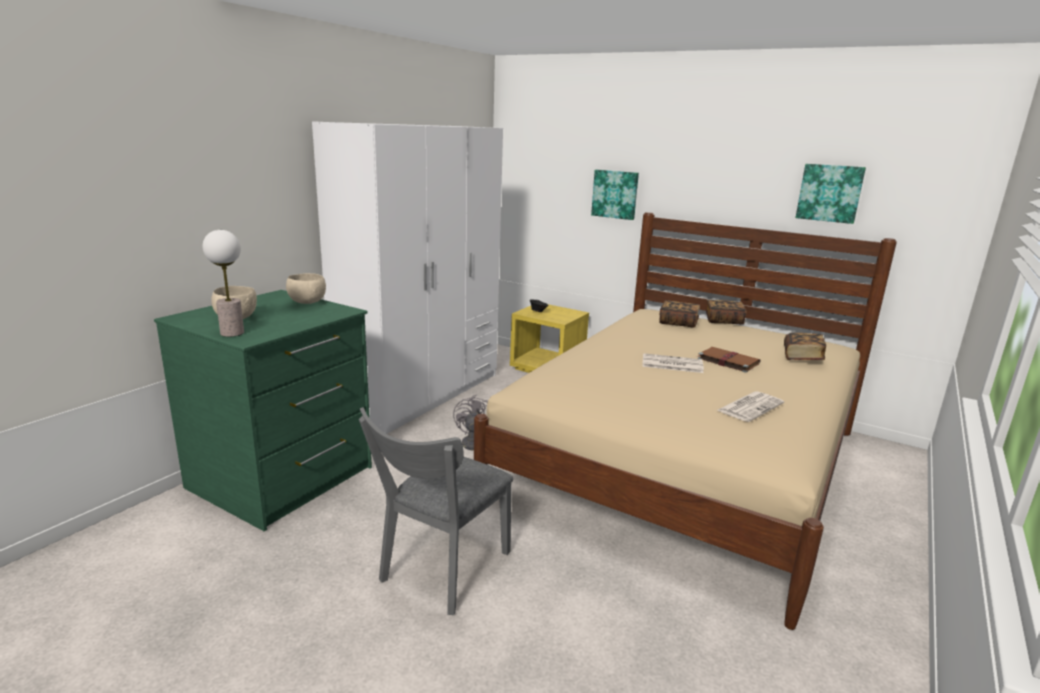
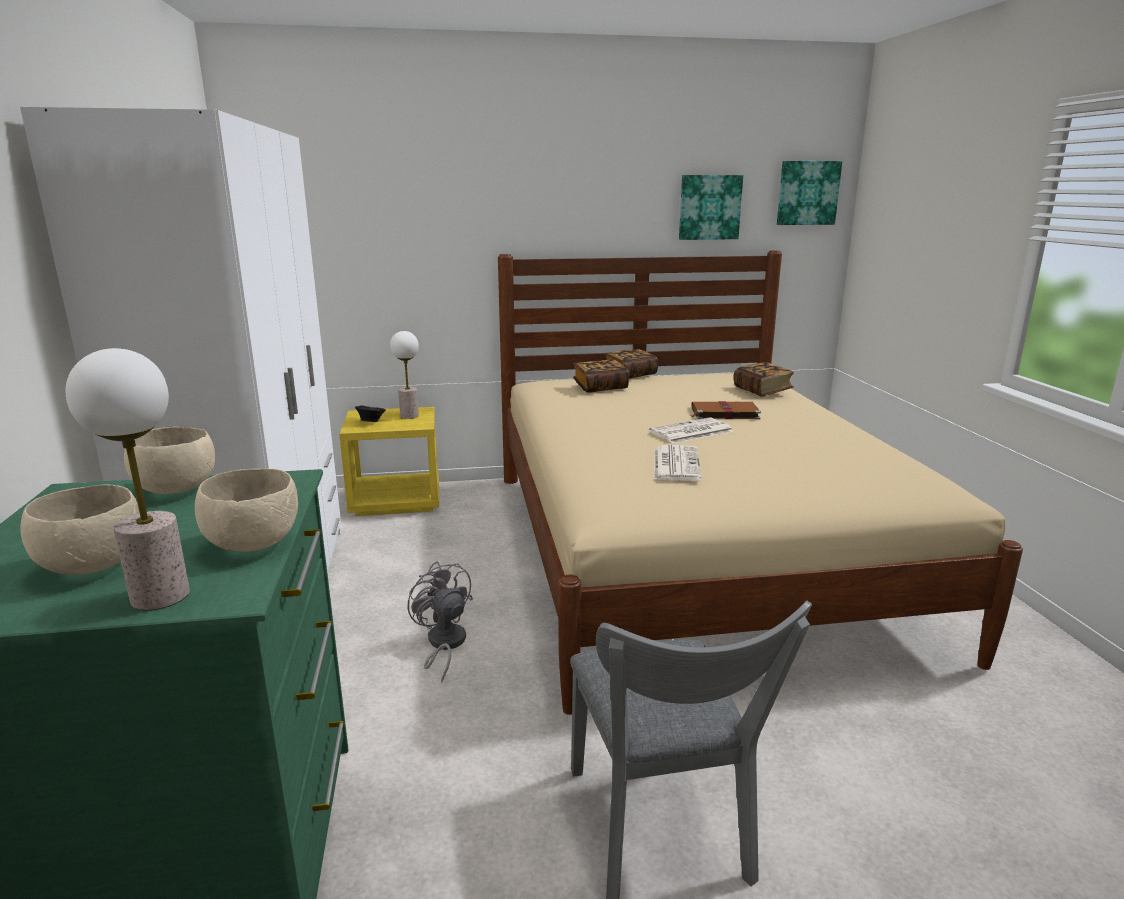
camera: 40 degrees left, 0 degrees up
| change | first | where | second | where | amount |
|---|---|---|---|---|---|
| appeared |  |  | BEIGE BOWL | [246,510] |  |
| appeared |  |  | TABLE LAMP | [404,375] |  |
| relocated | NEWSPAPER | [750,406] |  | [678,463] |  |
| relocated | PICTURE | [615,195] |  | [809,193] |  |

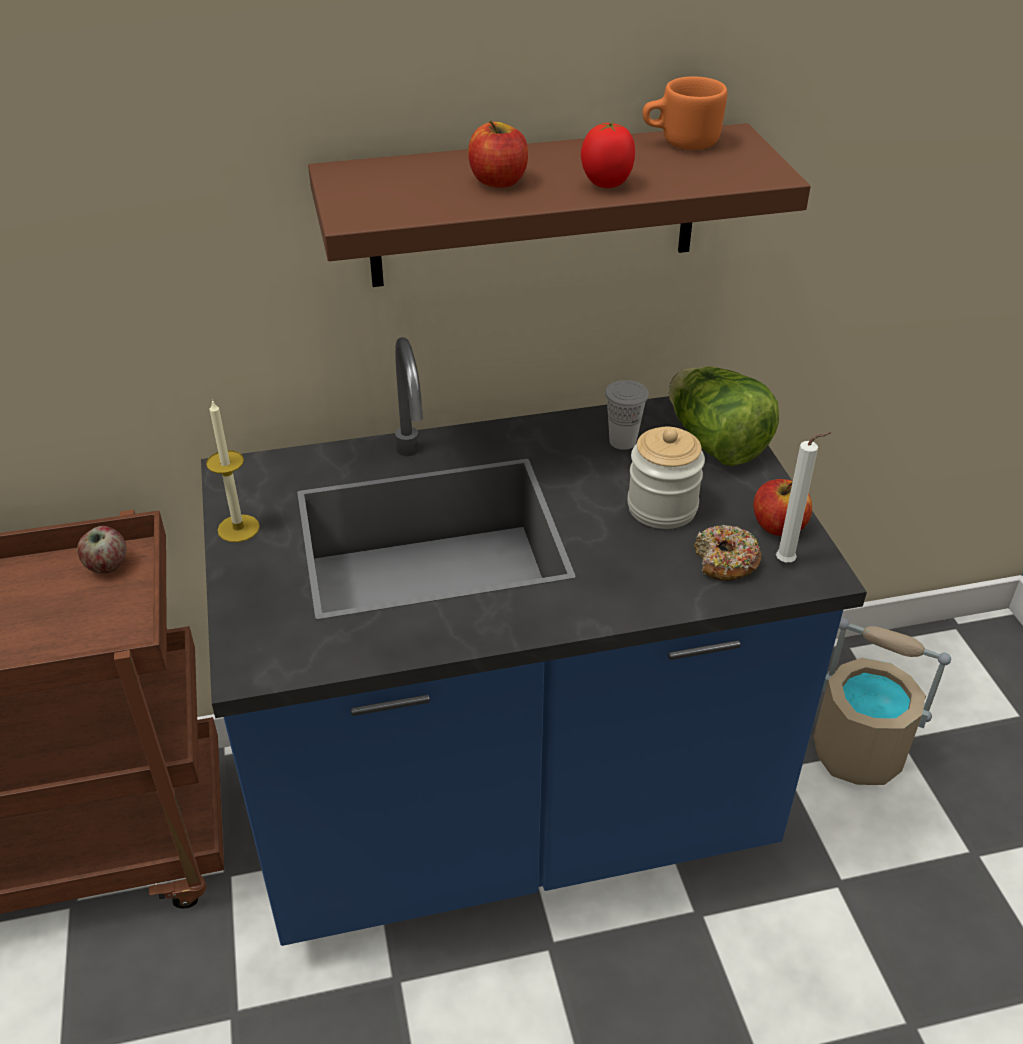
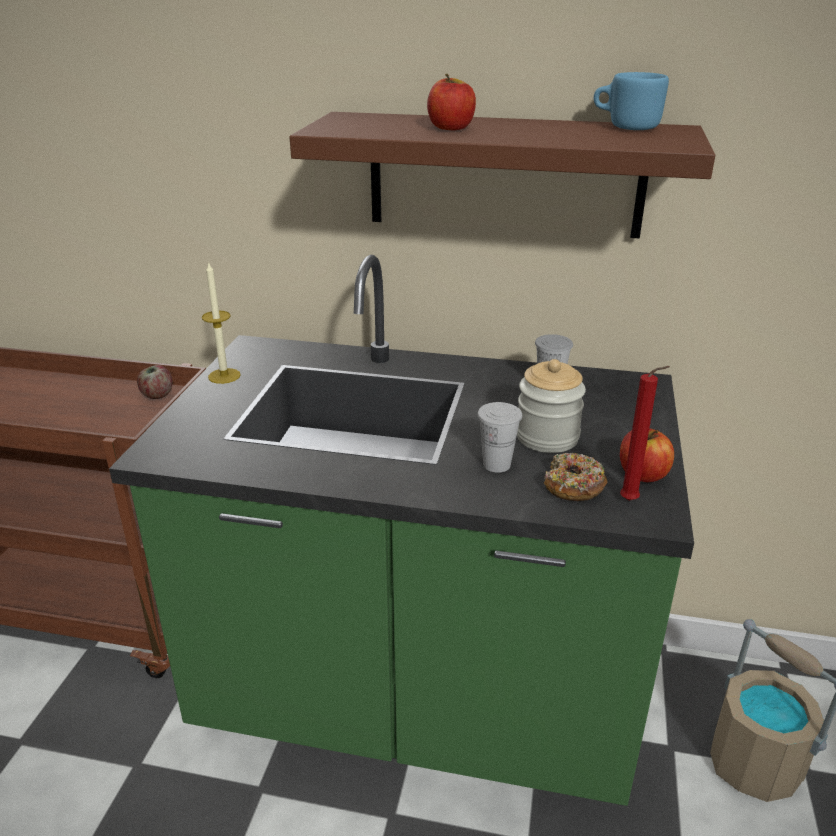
camera: 25 degrees right, 10 degrees down
| change | first | where | second | where | amount |
|---|---|---|---|---|---|
| colour | BLUE COUNTER | [534,641] | GREEN COUNTER | [401,530] |  |
| appeared |  |  | WHITE CUP | [500,437] |  |
| colour | ORANGE MUG | [684,113] | BLUE MUG | [631,101] |  |
| colour | WHITE CANDLE | [803,497] | RED CANDLE | [645,433] |  |
| missing | TOMATO | [608,155] |  |  |  |
| missing | LETTUCE | [724,416] |  |  |  |

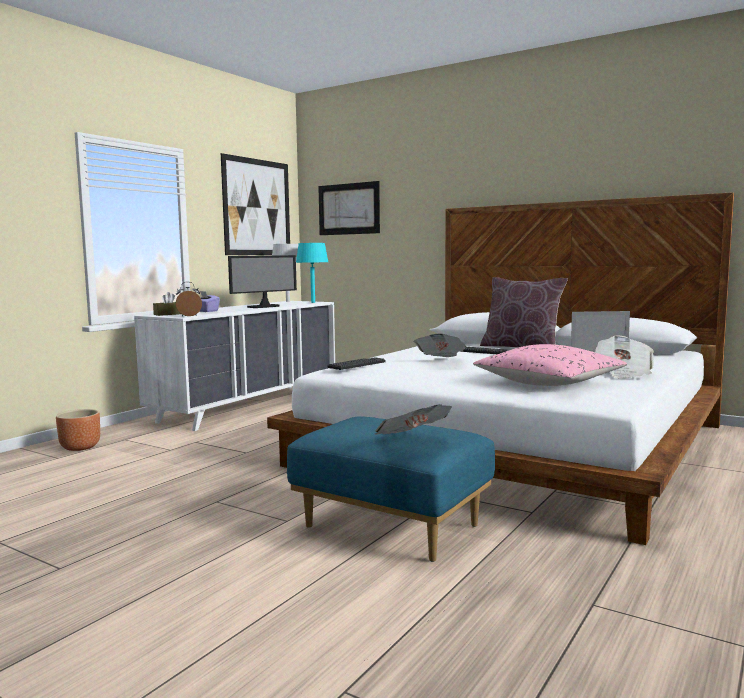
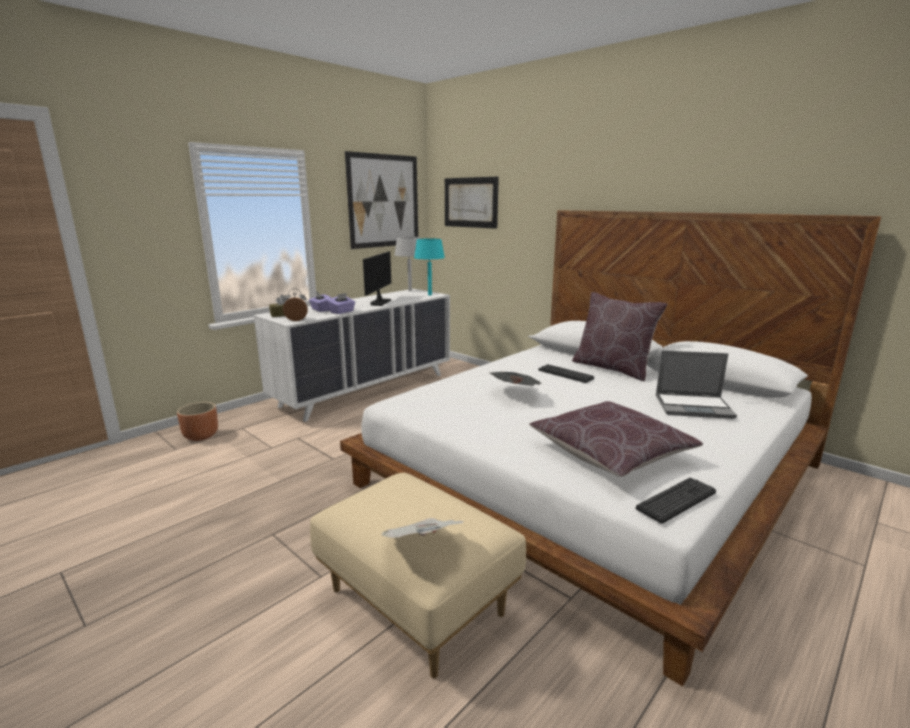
camera: 10 degrees right, 10 degrees up
| change | first | where | second | where | amount |
|---|---|---|---|---|---|
| colour | BLUE OTTOMAN | [391,489] | BEIGE OTTOMAN | [418,575] |  |
| appeared |  |  | PURPLE TISSUE BOX | [341,303] |  |
| spun | MONITOR | [262,281] |  | [377,278] | 135 degrees clockwise |
| colour | PINK PILLOW | [550,365] | BROWN PILLOW | [616,439] |  |
| relocated | KEYBOARD | [356,364] |  | [676,501] |  |
| missing | NEWSPAPER | [624,357] |  |  |  |

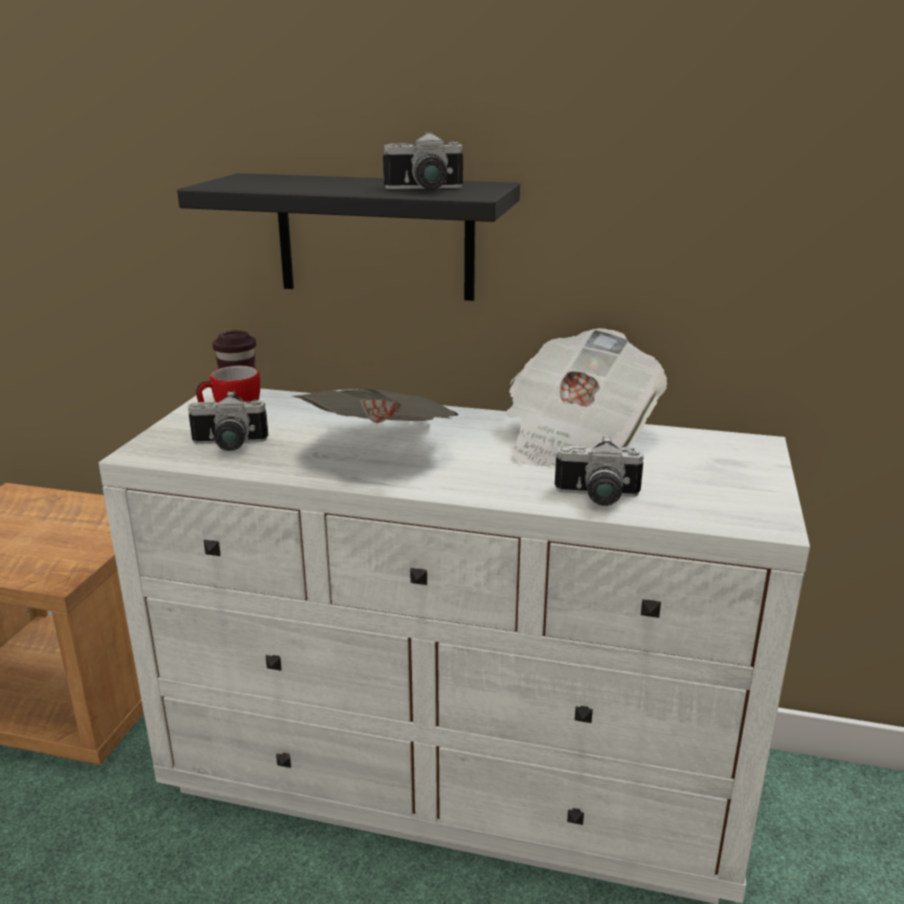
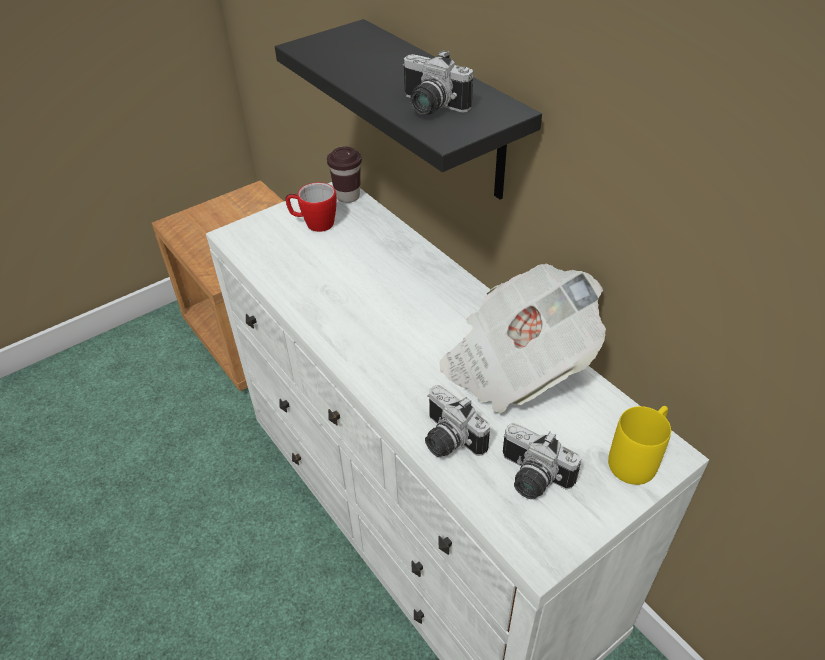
camera: 40 degrees right, 20 degrees up
| change | first | where | second | where | amount |
|---|---|---|---|---|---|
| relocated | PHOTO CAMERA | [228,420] |  | [542,461] |  |
| appeared |  |  | YELLOW MUG | [639,445] |  |
| missing | NEWSPAPER | [375,406] |  |  |  |

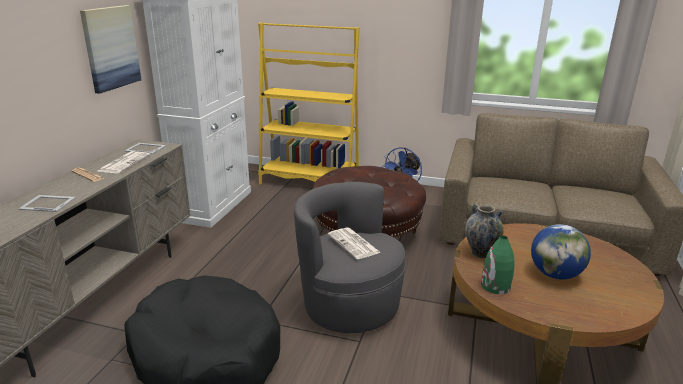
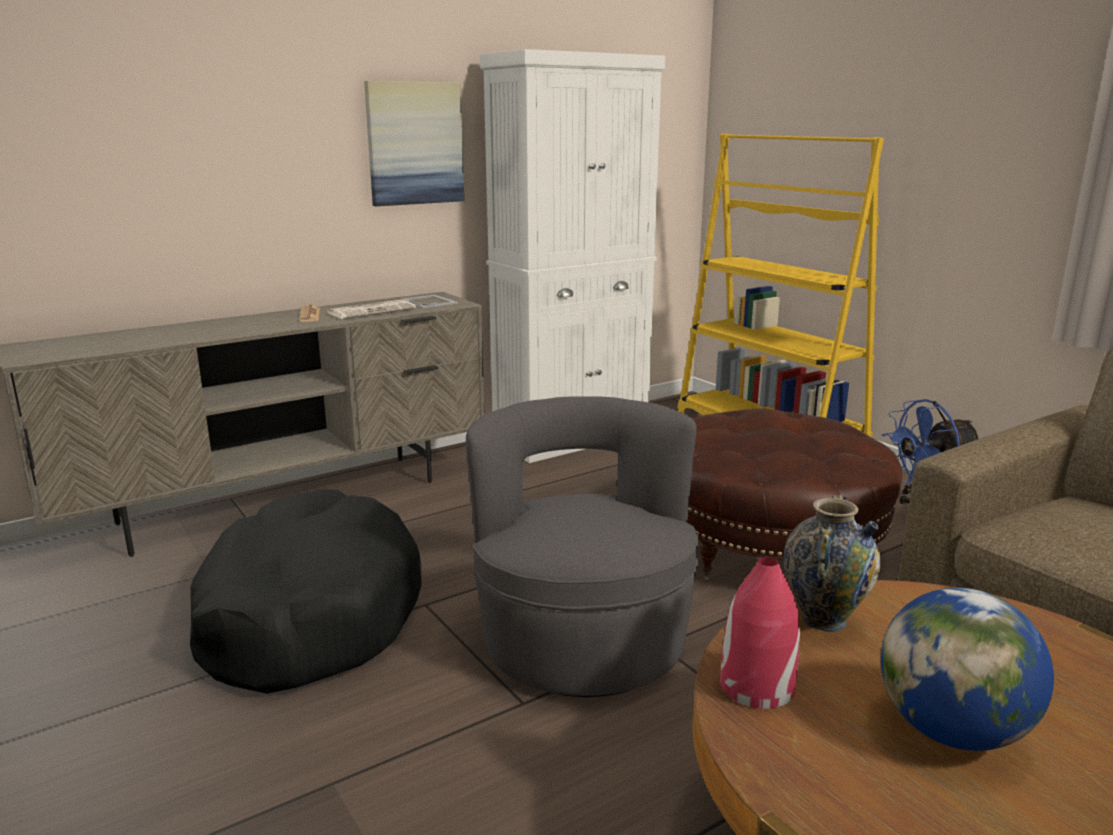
camera: 40 degrees right, 5 degrees down
| change | first | where | second | where | amount |
|---|---|---|---|---|---|
| colour | GREEN VASE | [497,264] | RED VASE | [760,633] |  |
| missing | PICTURE FRAME | [47,203] |  |  |  |
| missing | NEWSPAPER | [354,243] |  |  |  |

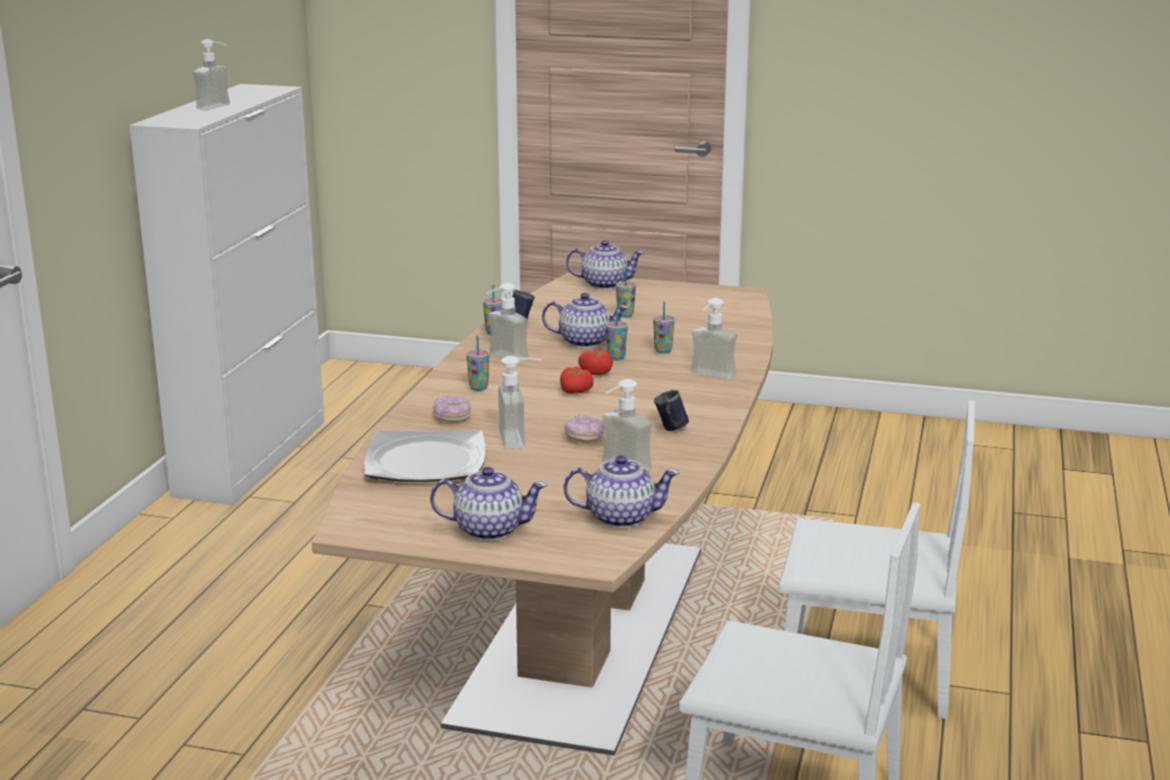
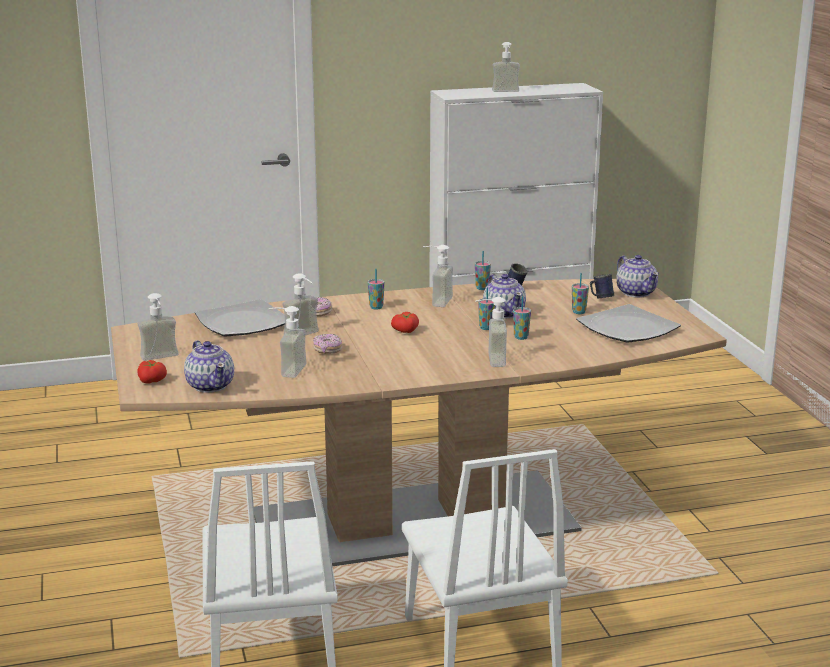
camera: 60 degrees right, 0 degrees up
| change | first | where | second | where | amount |
|---|---|---|---|---|---|
| relocated | TOMATO | [595,362] |  | [152,372] |  |
| exchanged | TEAPOT | [488,504] | SOAP DISPENSER | [158,327] |  |
| appeared |  |  | PLATE | [628,323] |  |
| relocated | BLUE MUG | [671,410] |  | [602,286] |  |

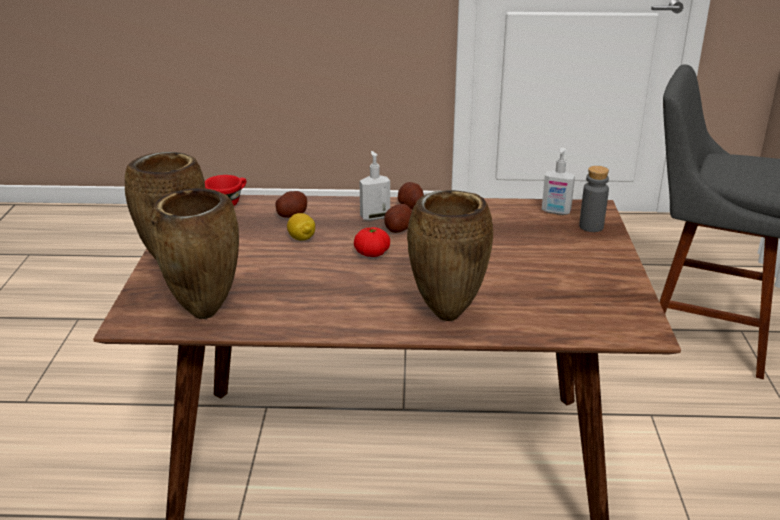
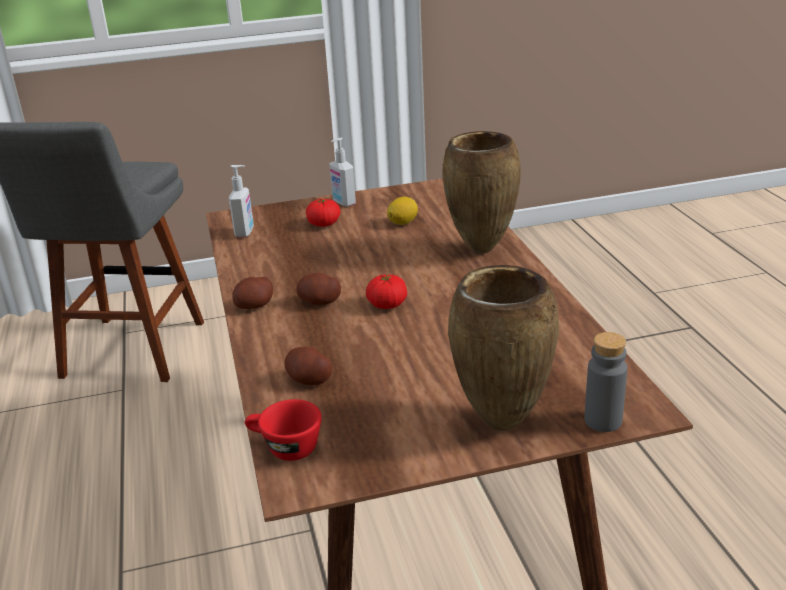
camera: 105 degrees left, 0 degrees up
| change | first | where | second | where | amount |
|---|---|---|---|---|---|
| appeared |  |  | TOMATO | [323,213] |  |
| relocated | SOAP DISPENSER | [375,186] |  | [343,172] |  |
| relocated | LEMON | [301,227] |  | [402,211] |  |
| relocated | GREY BOTTLE | [594,199] |  | [605,382] |  |
| missing | BROWN VASE | [194,253] |  |  |  |

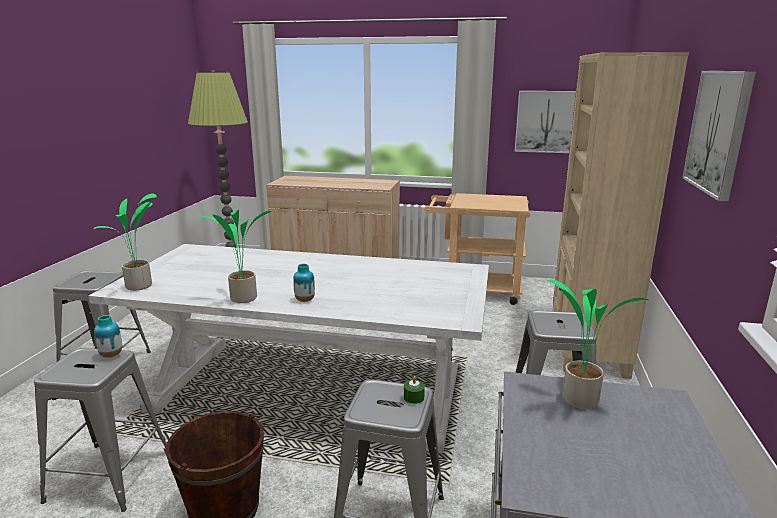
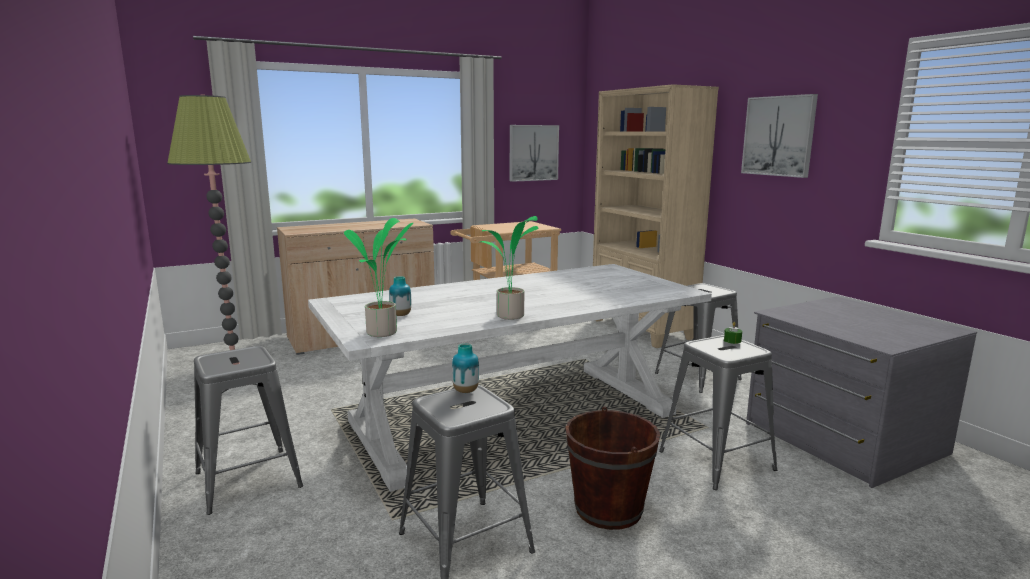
camera: 40 degrees left, 5 degrees down
| change | first | where | second | where | amount |
|---|---|---|---|---|---|
| relocated | VASE | [304,283] |  | [400,296] |  |
| missing | POTTED PLANT | [597,344] |  |  |  |

